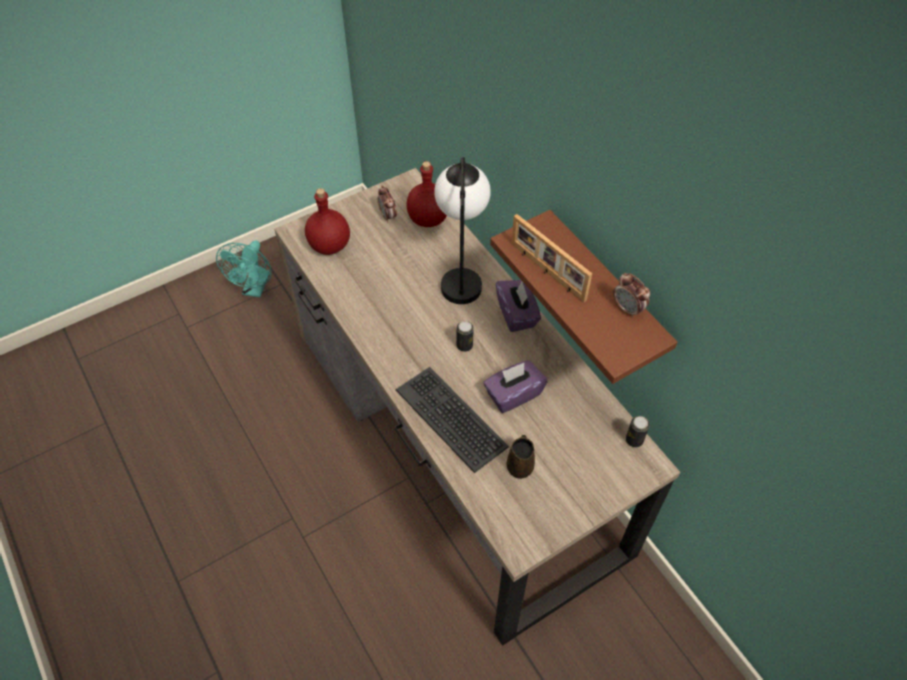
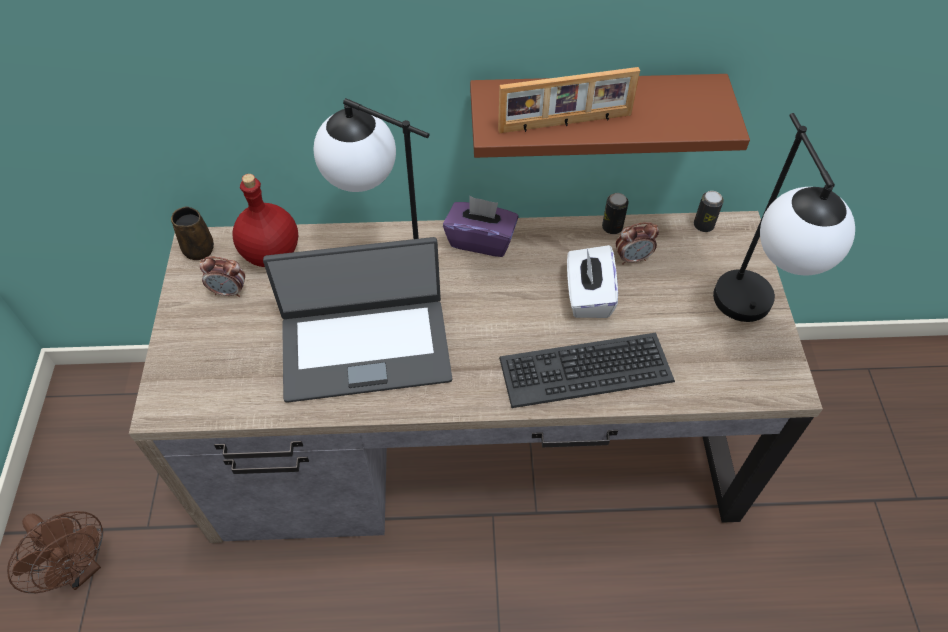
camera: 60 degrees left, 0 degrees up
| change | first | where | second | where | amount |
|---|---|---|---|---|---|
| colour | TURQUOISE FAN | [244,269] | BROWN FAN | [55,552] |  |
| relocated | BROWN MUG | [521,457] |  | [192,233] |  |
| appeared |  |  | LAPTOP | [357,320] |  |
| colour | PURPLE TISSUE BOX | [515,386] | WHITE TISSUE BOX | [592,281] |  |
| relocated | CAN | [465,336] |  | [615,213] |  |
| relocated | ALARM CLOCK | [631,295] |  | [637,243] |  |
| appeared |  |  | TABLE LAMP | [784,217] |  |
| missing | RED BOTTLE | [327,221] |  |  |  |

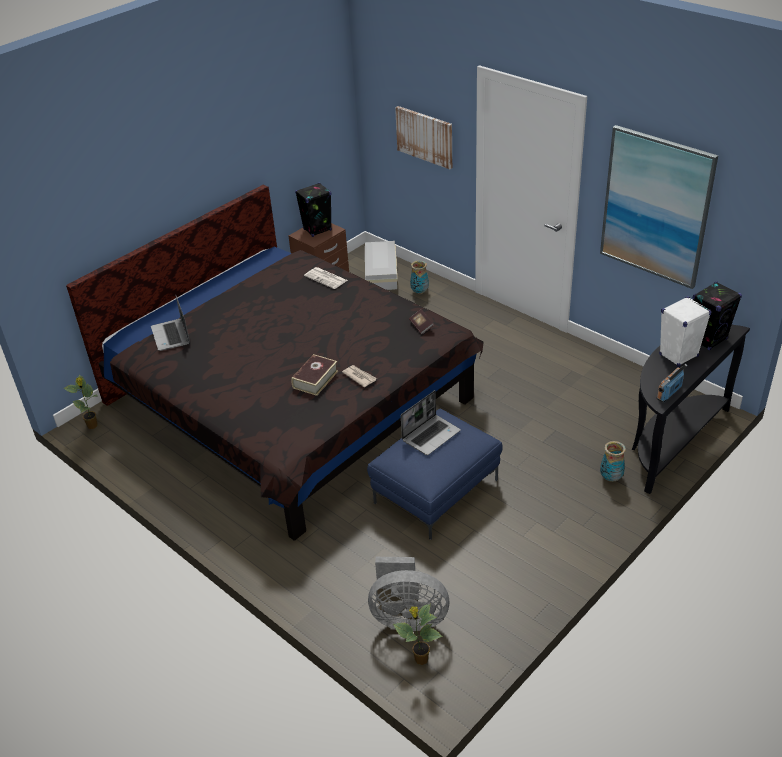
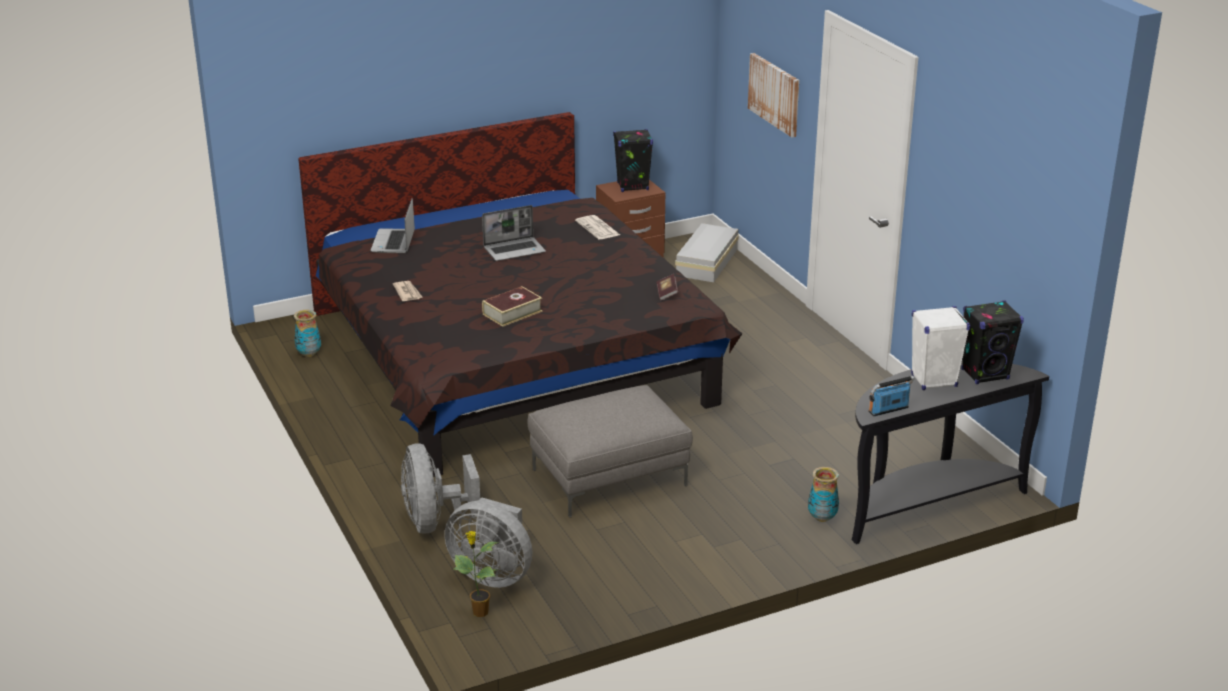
camera: 20 degrees right, 10 degrees down
| change | first | where | second | where | amount |
|---|---|---|---|---|---|
| relocated | VASE | [419,277] |  | [307,333] |  |
| relocated | NEWSPAPER | [359,376] |  | [408,291] |  |
| appeared |  |  | GREY FAN | [440,488] |  |
| relocated | LAPTOP | [431,422] |  | [514,233] |  |
| colour | BLUE OTTOMAN | [435,474] | GREY OTTOMAN | [610,451] |  |
| missing | POTTED PLANT | [81,401] |  |  |  |
| missing | PICTURE | [659,207] |  |  |  |

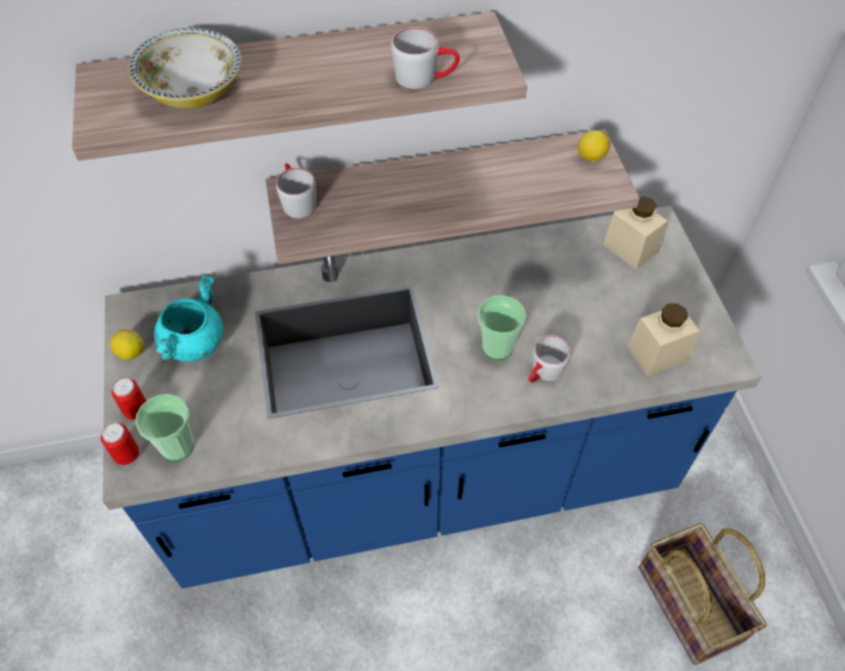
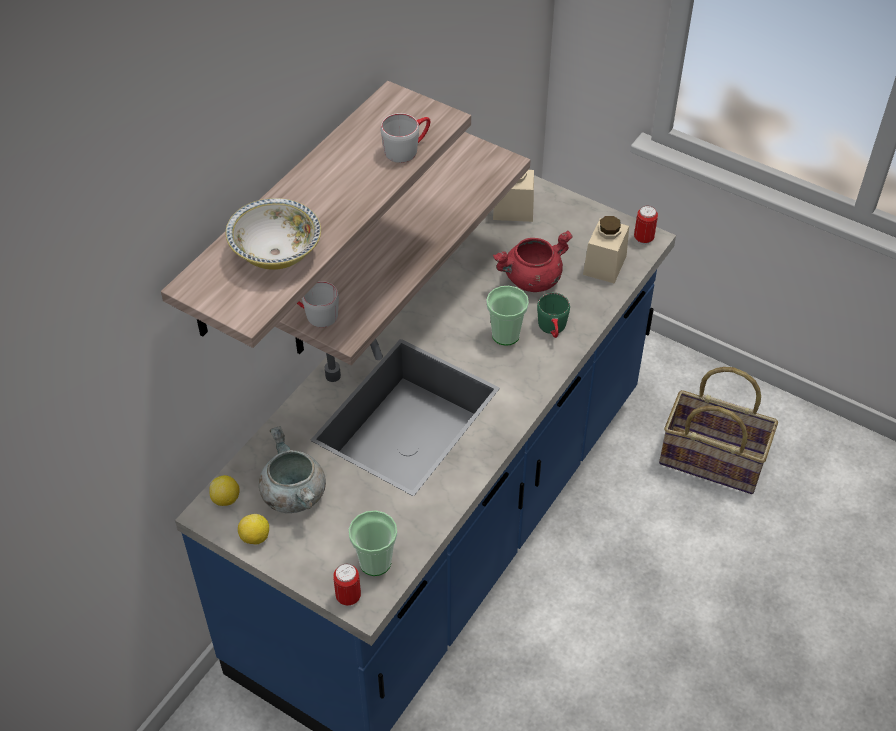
camera: 45 degrees left, 5 degrees down
| change | first | where | second | where | amount |
|---|---|---|---|---|---|
| relocated | LEMON | [593,146] |  | [224,490] |  |
| colour | TURQUOISE COOKING POT | [188,318] | GREY COOKING POT | [292,469] |  |
| appeared |  |  | RED COOKING POT | [533,261] |  |
| colour | GREY MUG | [550,359] | GREEN MUG | [553,315] |  |
| relocated | CAN | [129,399] |  | [646,225] |  |

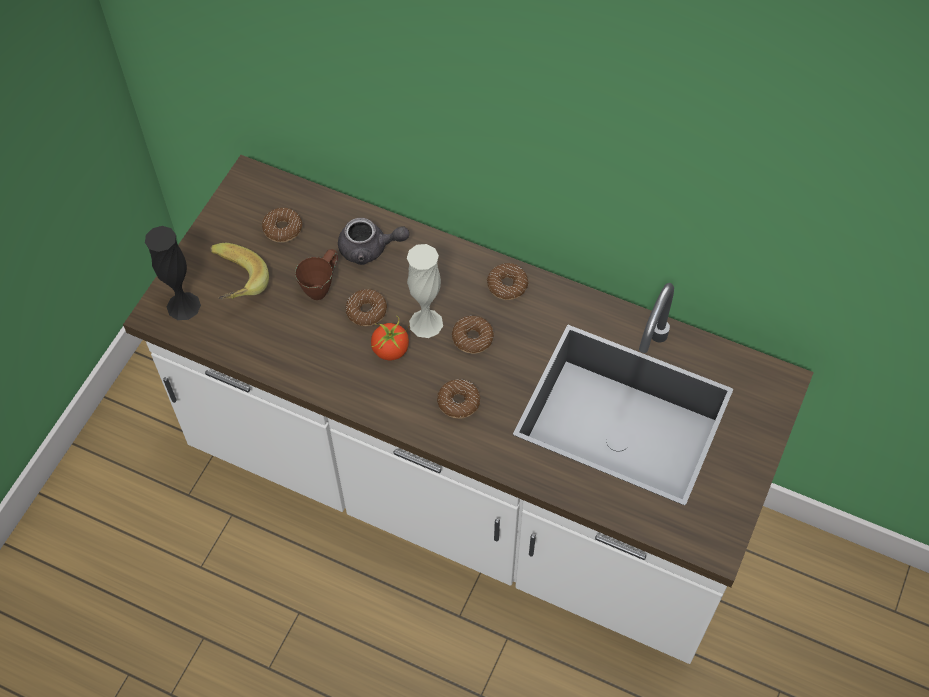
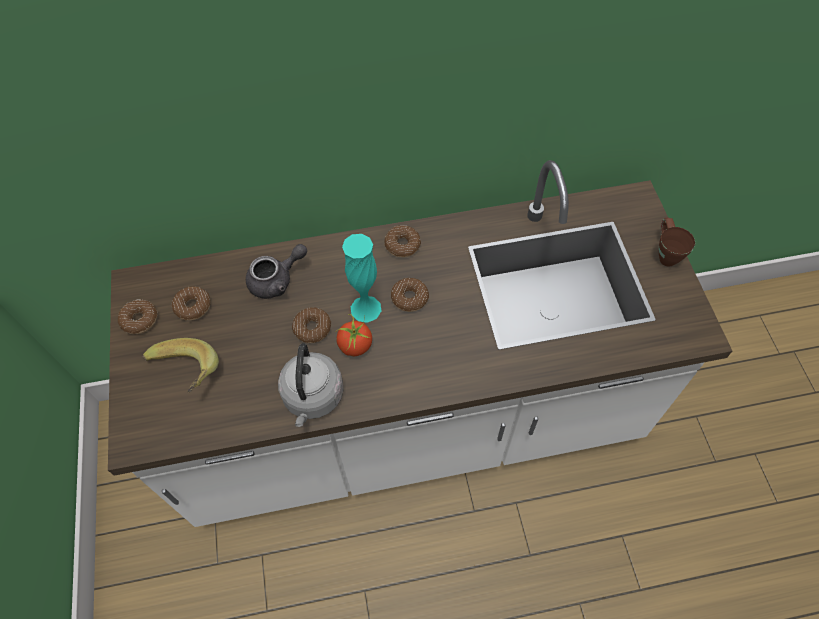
camera: 35 degrees left, 0 degrees up
| change | first | where | second | where | amount |
|---|---|---|---|---|---|
| relocated | DONUT | [458,399] |  | [137,316] |  |
| appeared |  |  | GREY KETTLE | [311,385] |  |
| colour | WHITE VASE | [425,291] | TURQUOISE VASE | [361,278] |  |
| relocated | BROWN MUG | [316,274] |  | [677,242] |  |
| missing | BLACK VASE | [173,273] |  |  |  |

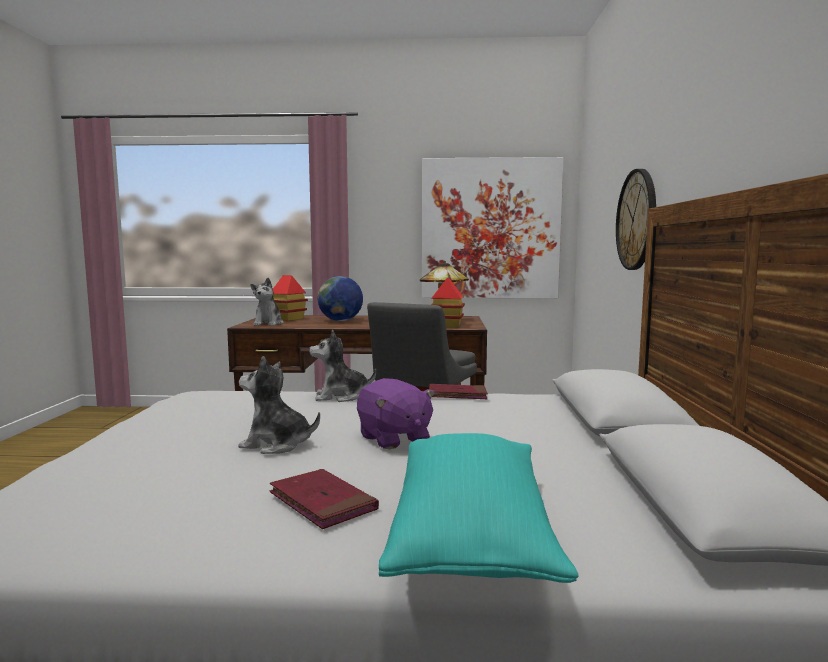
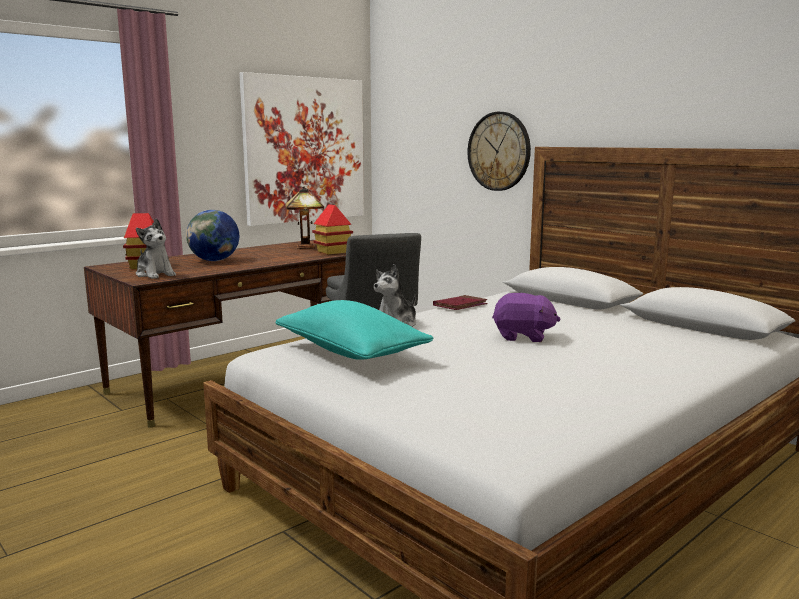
camera: 45 degrees left, 5 degrees up
| change | first | where | second | where | amount |
|---|---|---|---|---|---|
| relocated | TURQUOISE PILLOW | [478,508] |  | [354,330] |  |
| missing | PLUSH TOY | [279,405] |  |  |  |
| missing | RED BOOK | [324,499] |  |  |  |

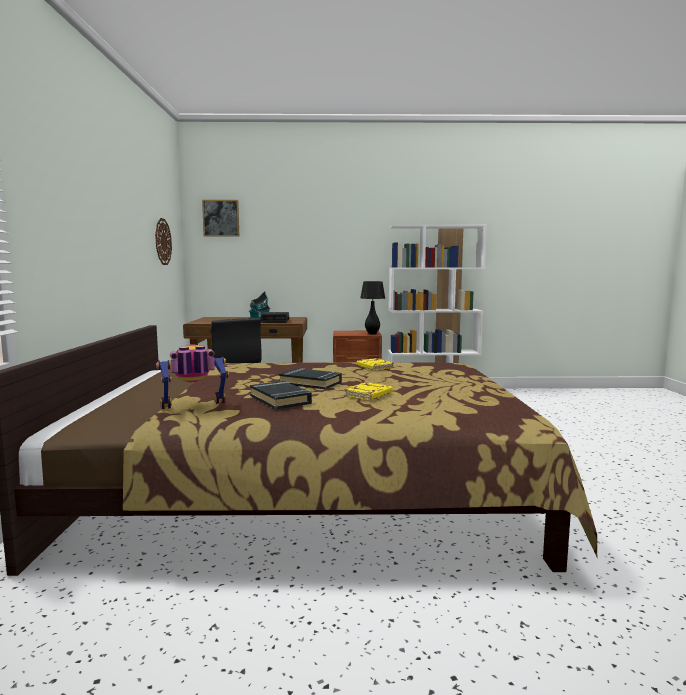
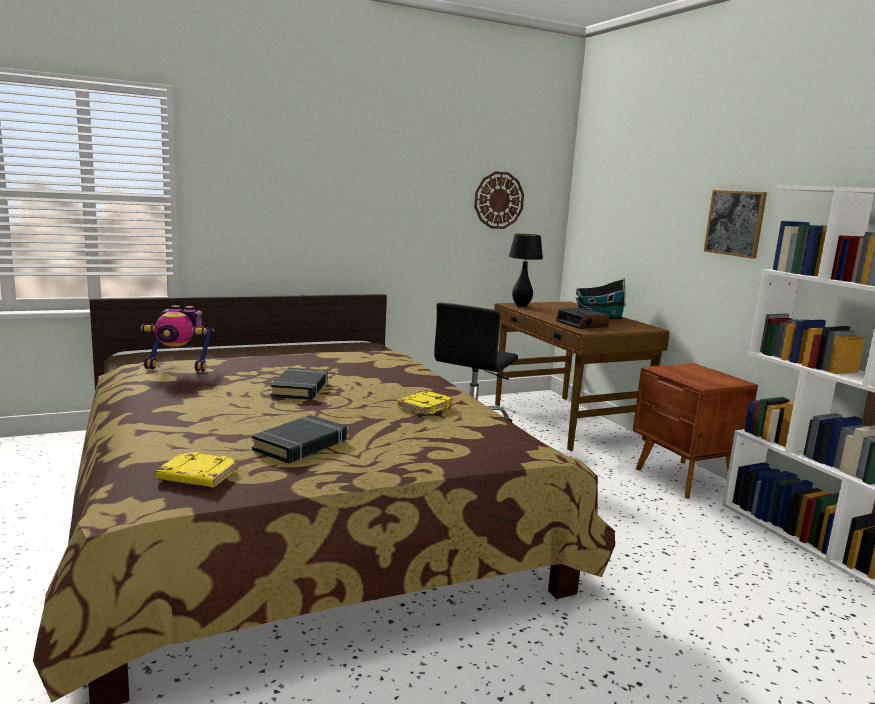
camera: 65 degrees right, 5 degrees up
| change | first | where | second | where | amount |
|---|---|---|---|---|---|
| spun | TOY ROBOT | [192,376] |  | [177,338] | 135 degrees clockwise |
| relocated | YELLOW BOOK | [368,391] |  | [197,469] |  |
| relocated | BLACK BOOK | [281,395] |  | [299,439] |  |
| relocated | BLACK TABLE LAMP | [372,307] |  | [526,270] |  |
| relocated | PICTURE | [220,218] |  | [735,224] |  |

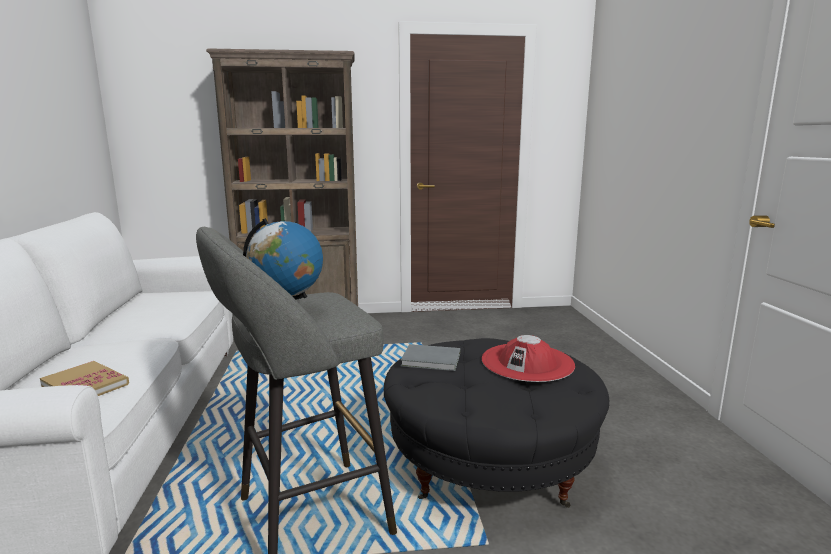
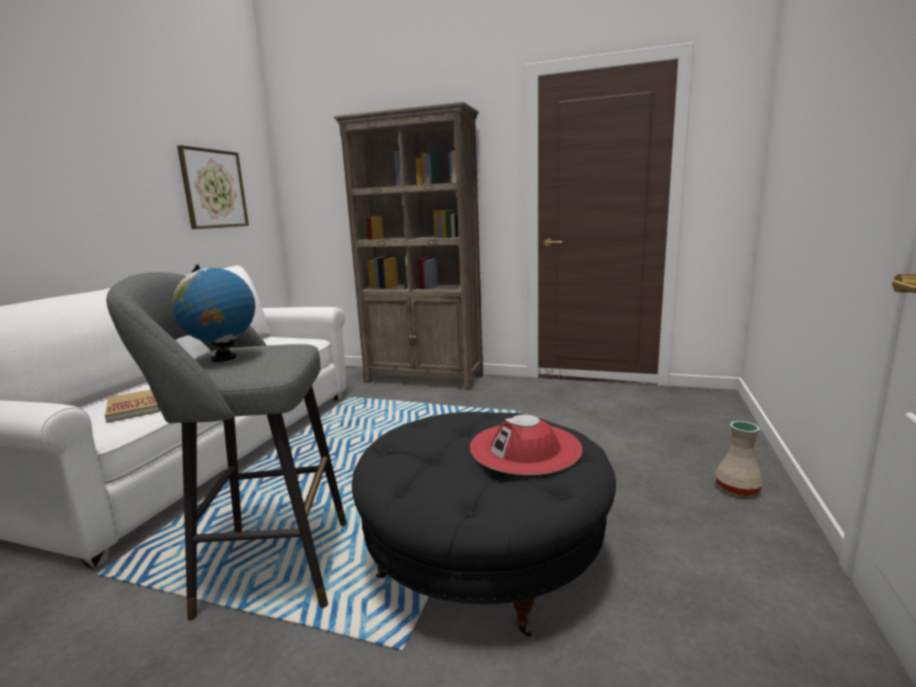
camera: 25 degrees right, 0 degrees up
| change | first | where | second | where | amount |
|---|---|---|---|---|---|
| appeared |  |  | PICTURE | [213,187] |  |
| appeared |  |  | BEIGE VASE | [739,458] |  |
| missing | GREY BOOK | [430,357] |  |  |  |

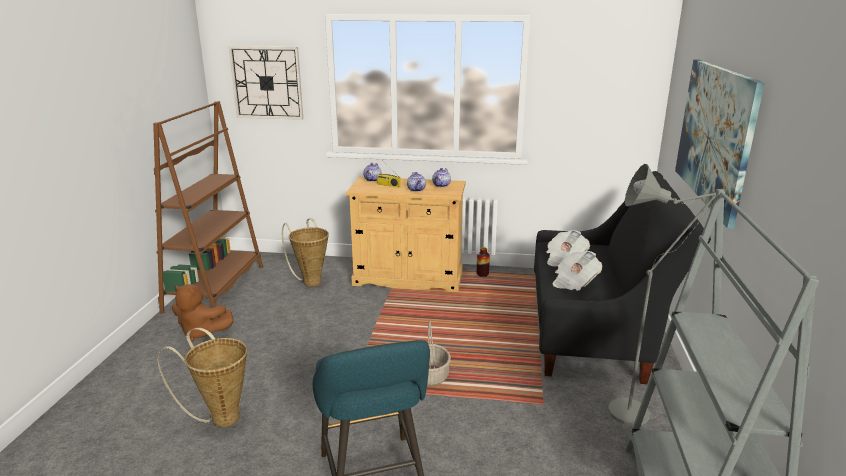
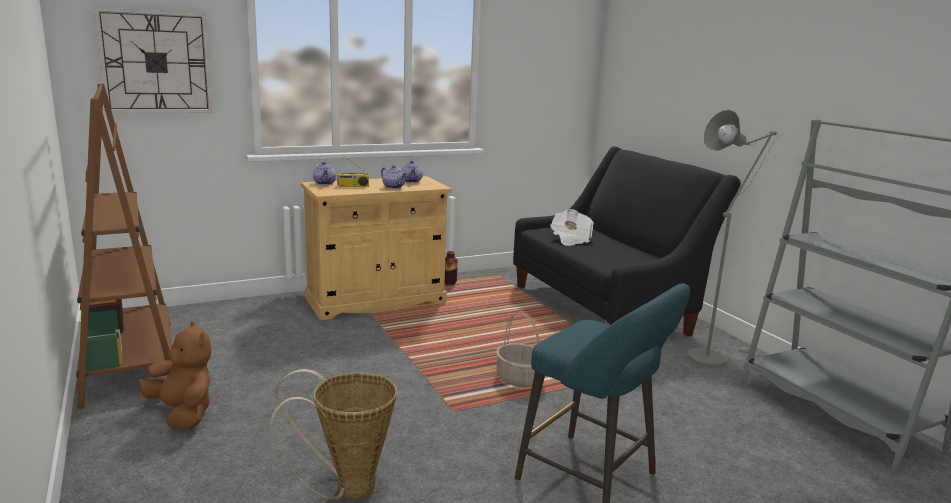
camera: 35 degrees left, 5 degrees down
| change | first | where | second | where | amount |
|---|---|---|---|---|---|
| spun | BROWN PLUSH TOY | [203,313] |  | [175,376] | 120 degrees counterclockwise |
| missing | BASKET | [305,252] |  |  |  |
| missing | NEWSPAPER | [577,271] |  |  |  |
| missing | PICTURE | [720,144] |  |  |  |

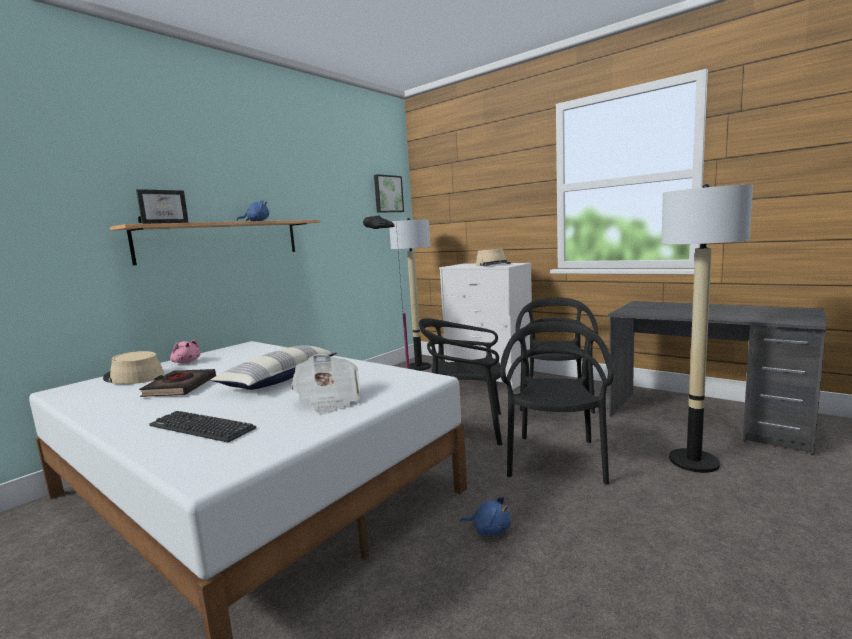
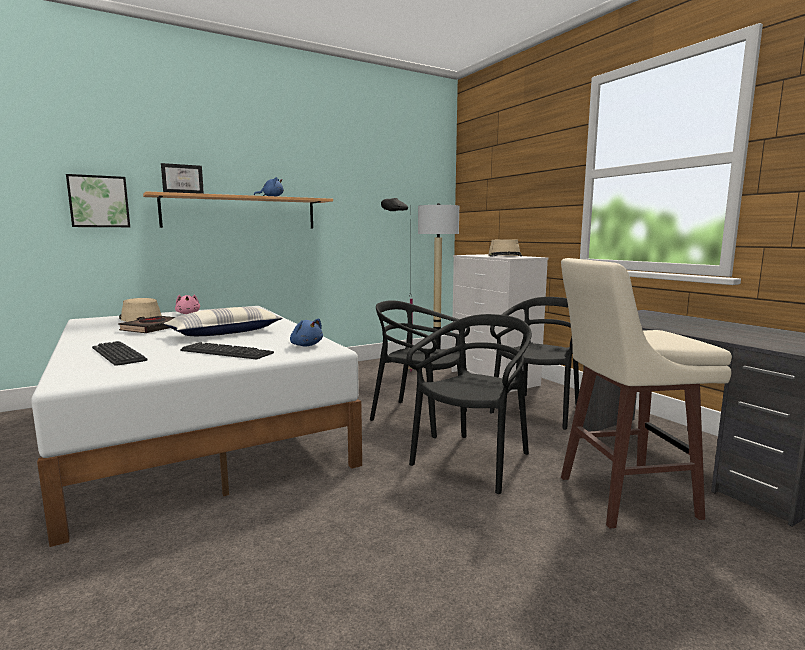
camera: 20 degrees right, 0 degrees up
| change | first | where | second | where | amount |
|---|---|---|---|---|---|
| relocated | PICTURE | [389,193] |  | [98,200] |  |
| exchanged | NEWSPAPER | [325,384] | KEYBOARD | [227,350] |  |
| relocated | BLUE PLUSH TOY | [486,516] |  | [306,332] |  |
| exchanged | FLOOR LAMP | [707,328] | BEIGE STOOL | [646,393] |  |

